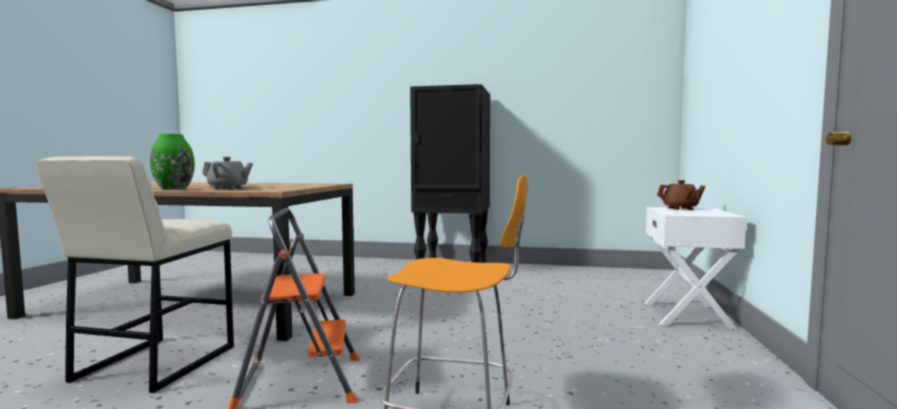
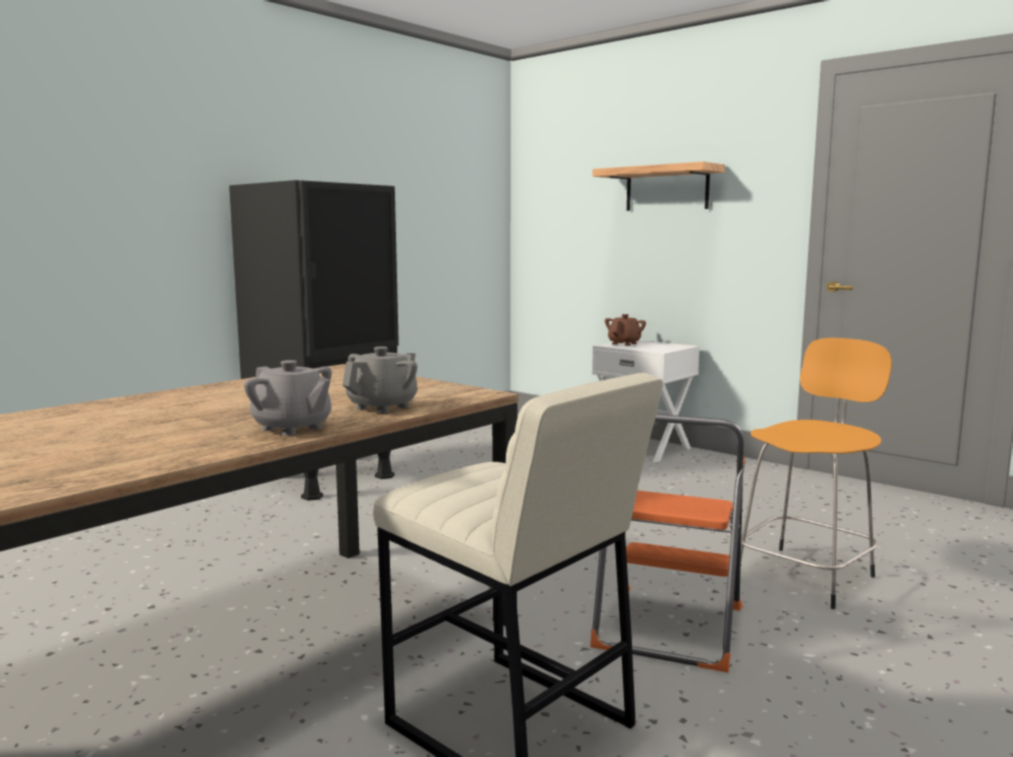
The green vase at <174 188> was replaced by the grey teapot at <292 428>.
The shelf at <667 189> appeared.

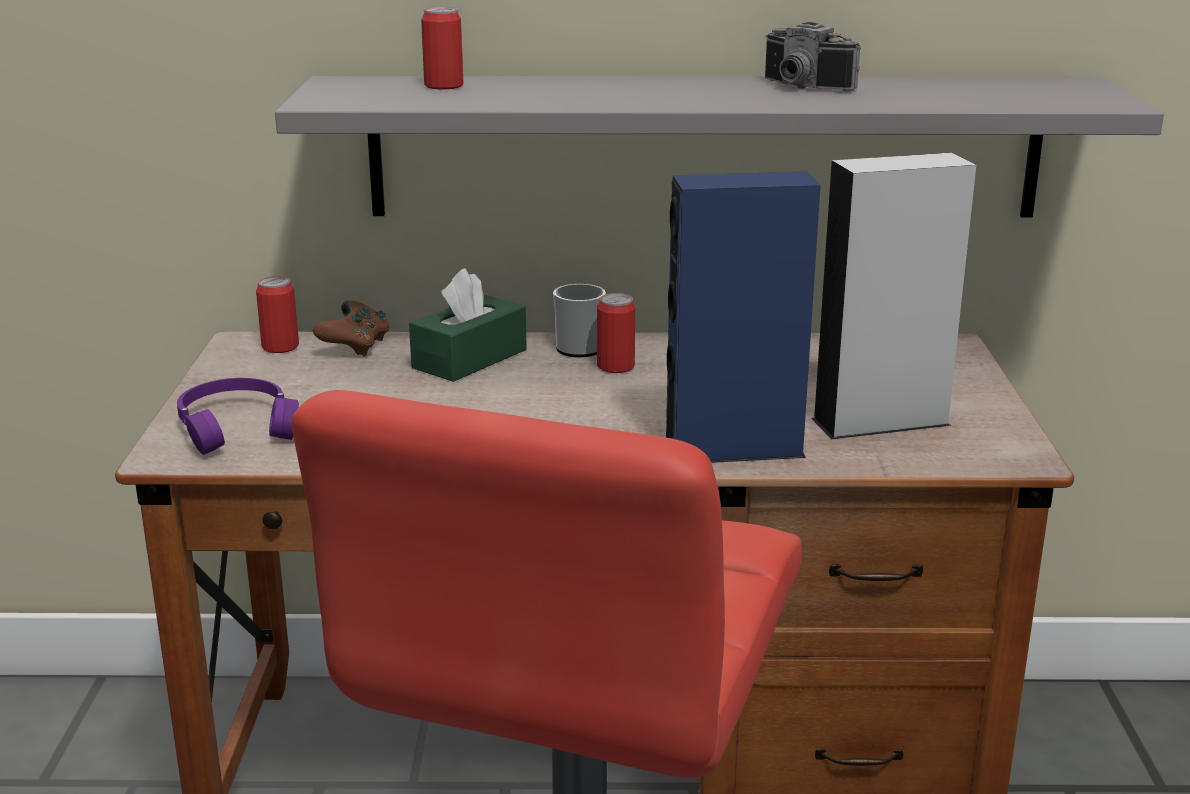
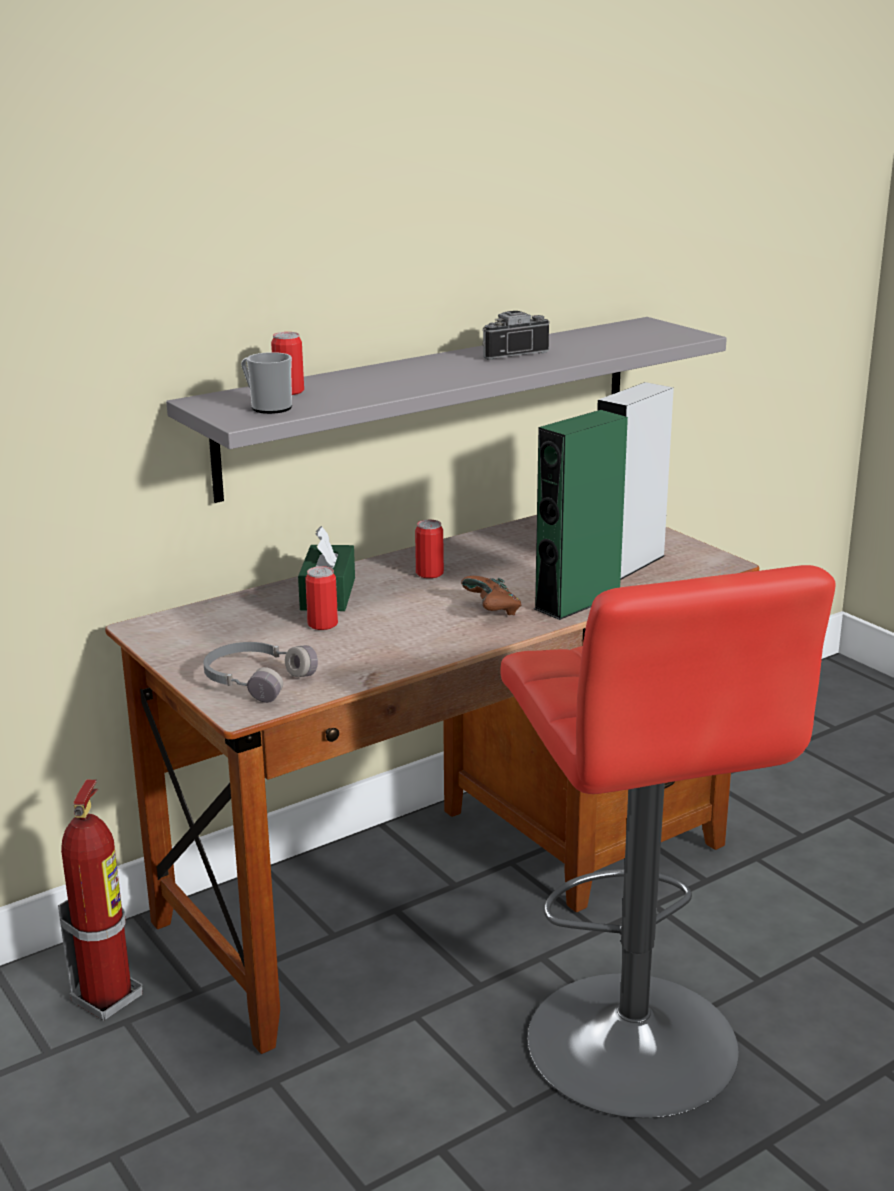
The fire extinguisher at <108 997> appeared.
The purple headphones at <238 427> became the grey headphones at <256 680>.
The mug moved from <576 347> to <267 407>.
The can moved from <280 347> to <322 624>.
The brown game controller moved from <355 347> to <493 610>.
The photo camera at <801 87> turned 150 degrees clockwise.
The blue speaker at <733 449> became the green speaker at <577 601>.

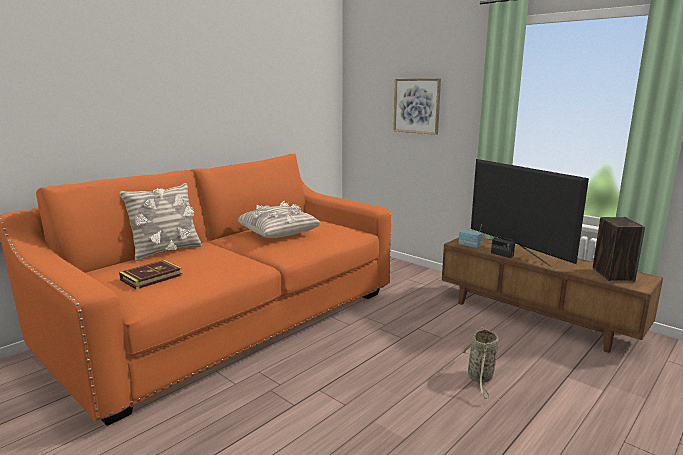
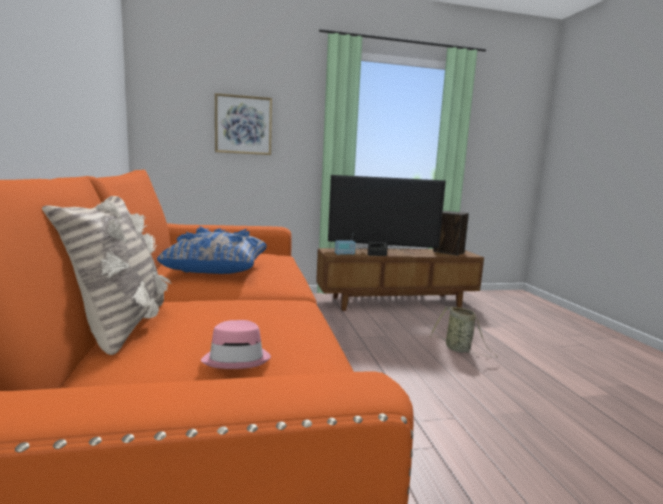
The beige pillow at <278 234> became the blue pillow at <217 270>.
The book at <151 277> was replaced by the pink hat at <237 358>.

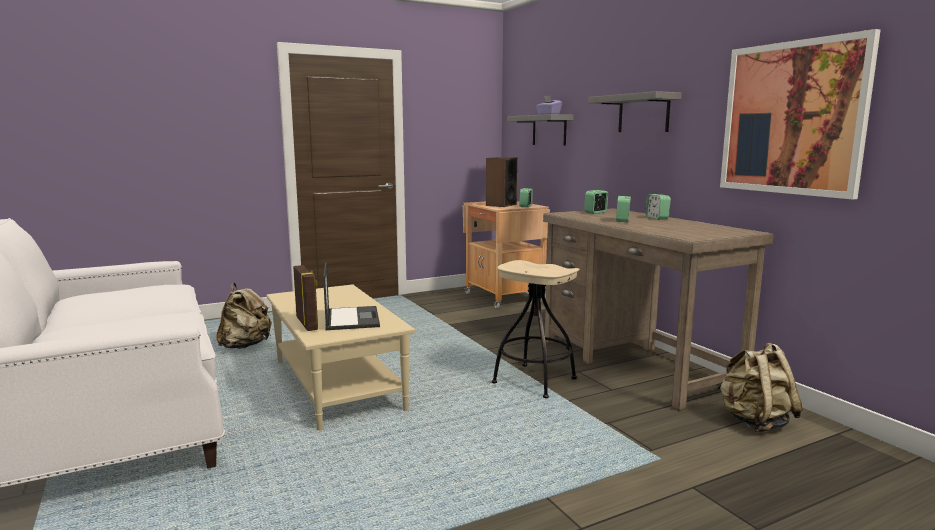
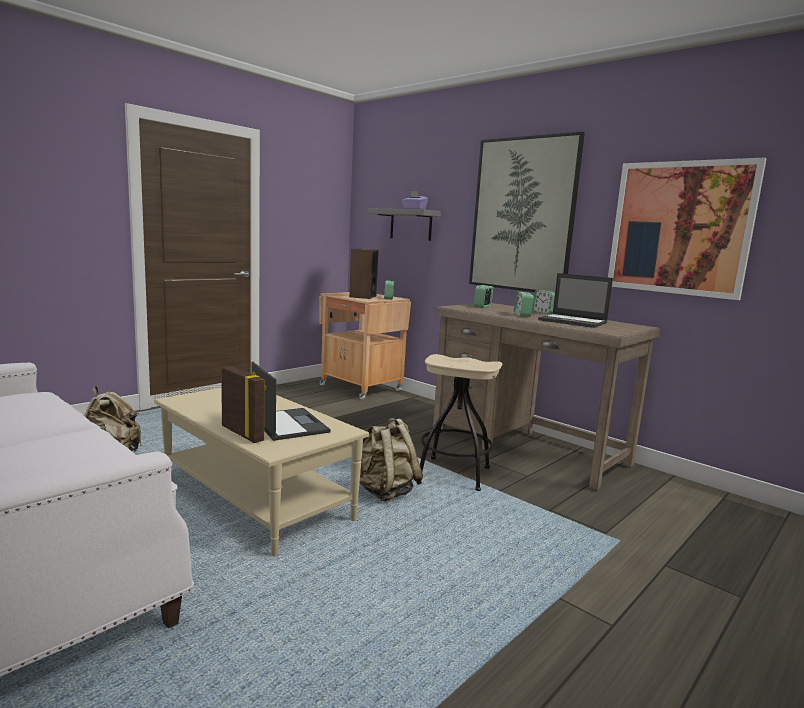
The beige backpack moved from <755 422> to <384 492>.
The grey shelf at <643 113> was replaced by the picture at <522 215>.
The laptop at <573 321> appeared.

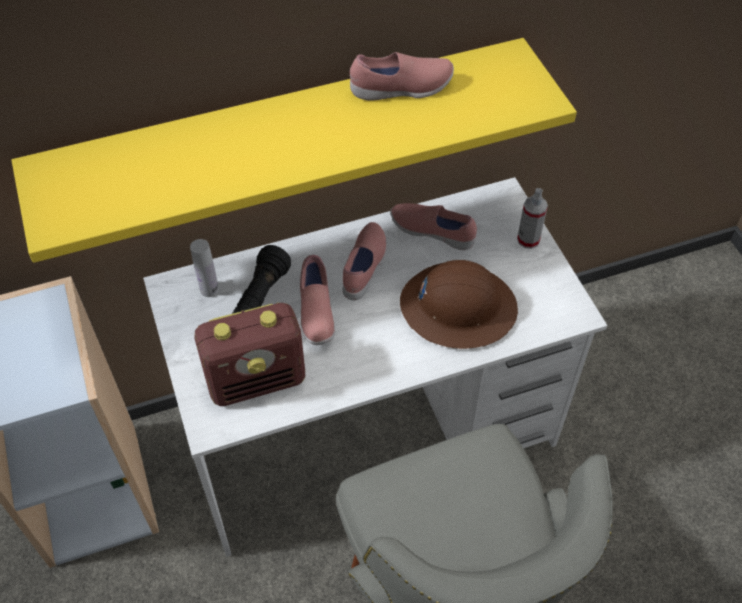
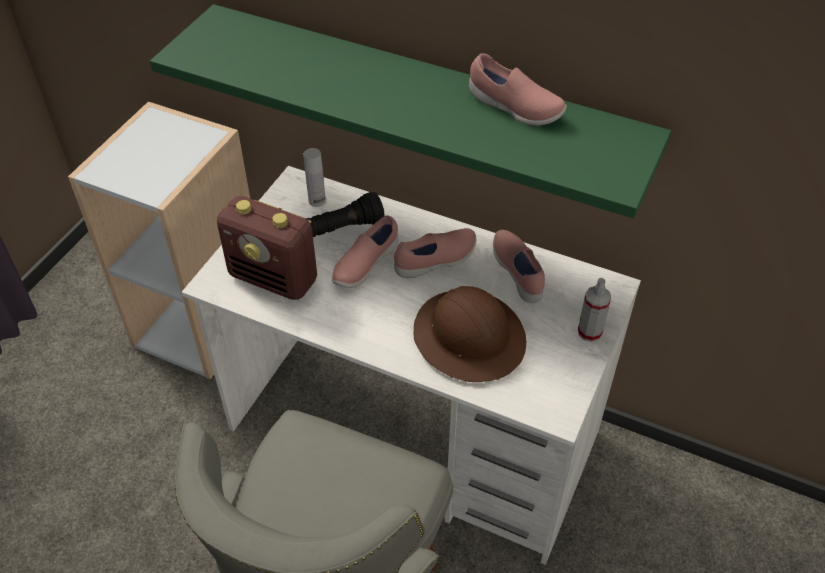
The yellow shelf at <285 131> became the green shelf at <424 100>.

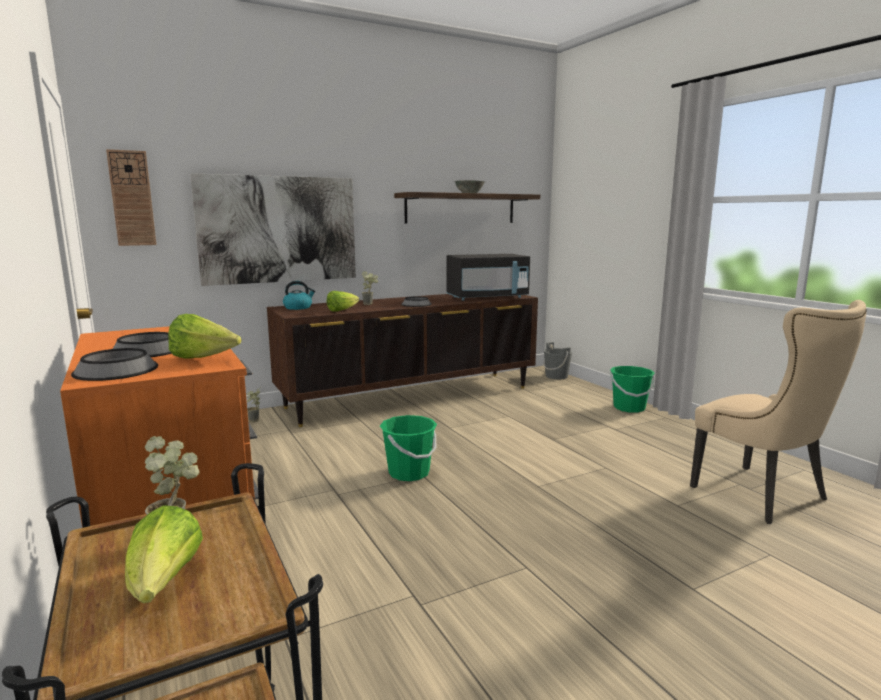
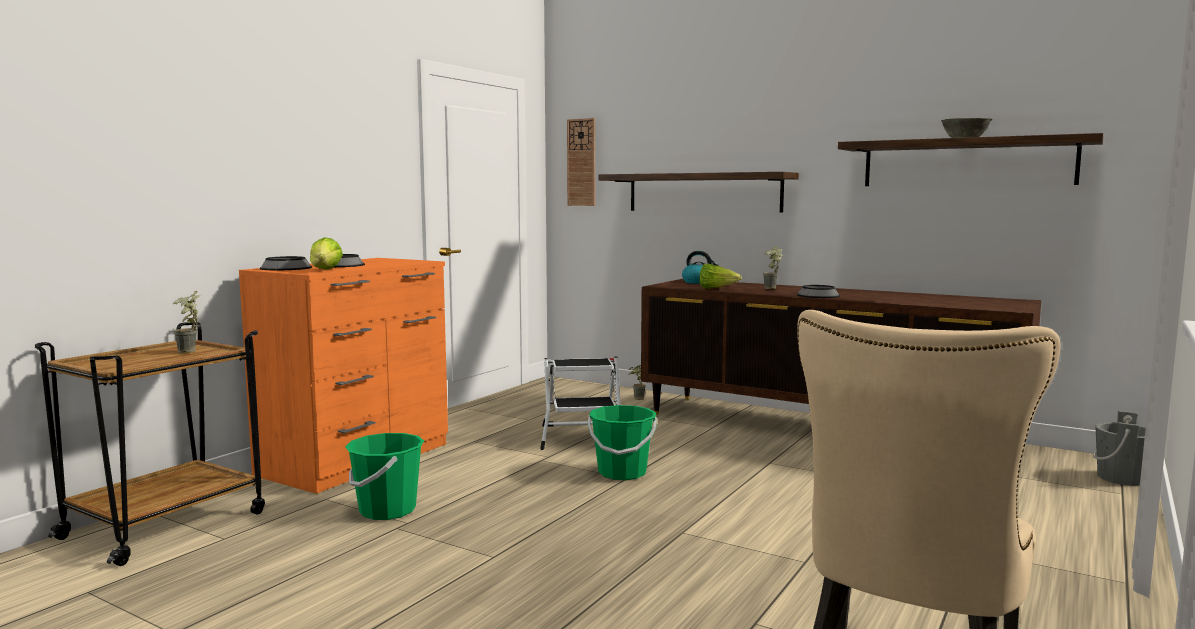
The green bucket moved from <629 408> to <387 510>.
The step ladder at <582 436> appeared.
The picture at <279 229> was replaced by the shelf at <703 192>.
The lettuce at <164 584> disappeared.
The black microwave at <487 298> disappeared.

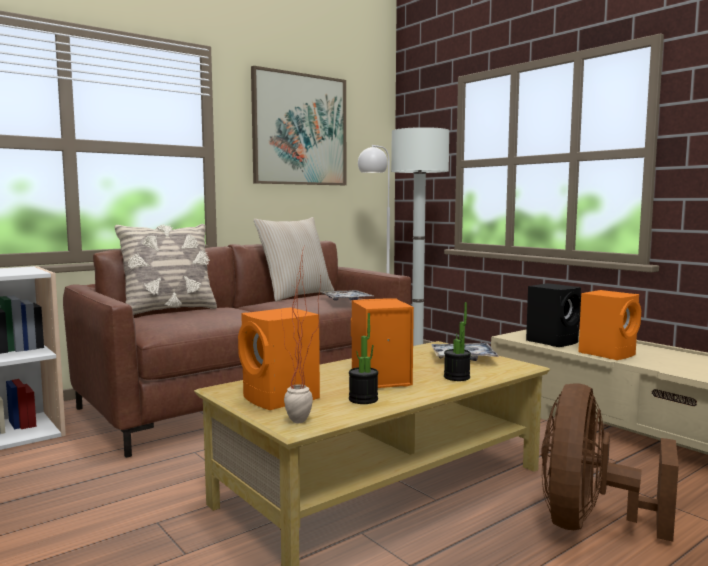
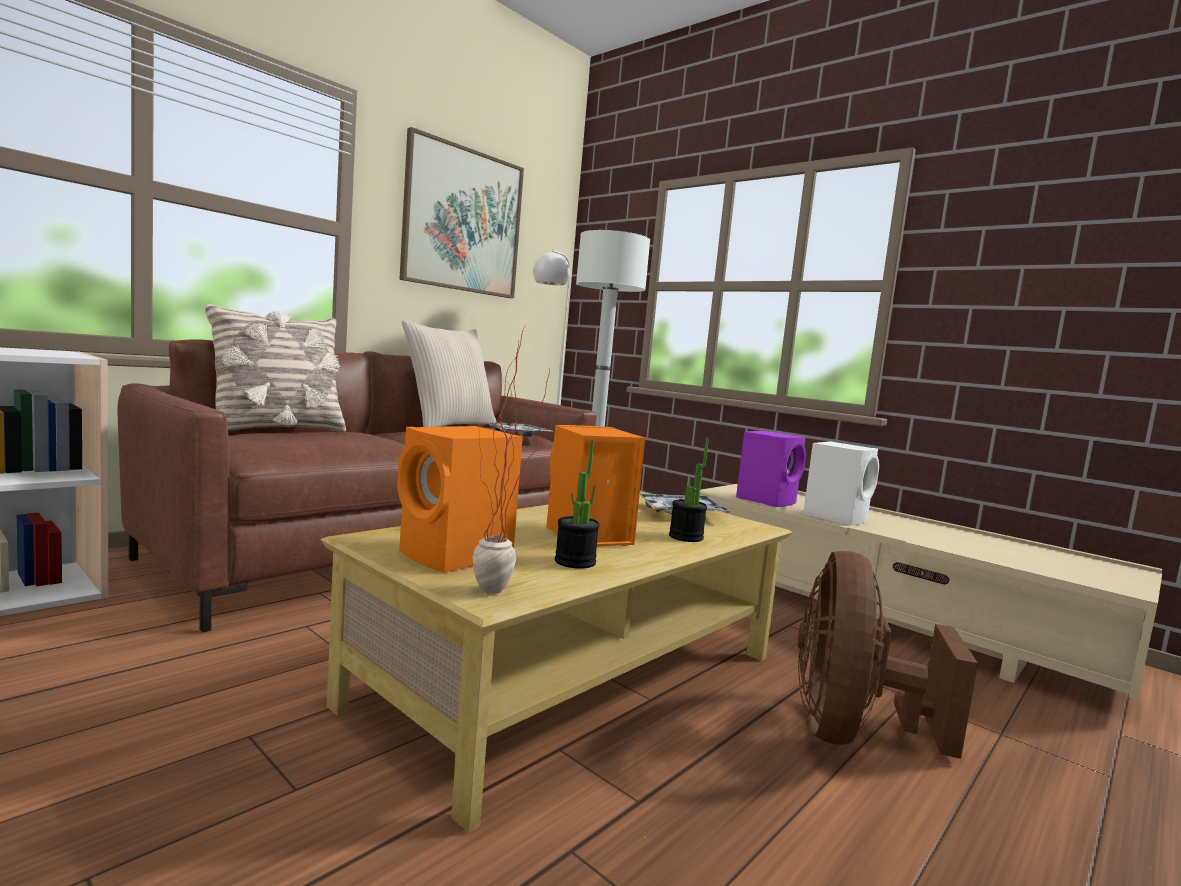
The black speaker at <553 341> became the purple speaker at <767 500>.
The orange speaker at <608 353> became the white speaker at <837 517>.

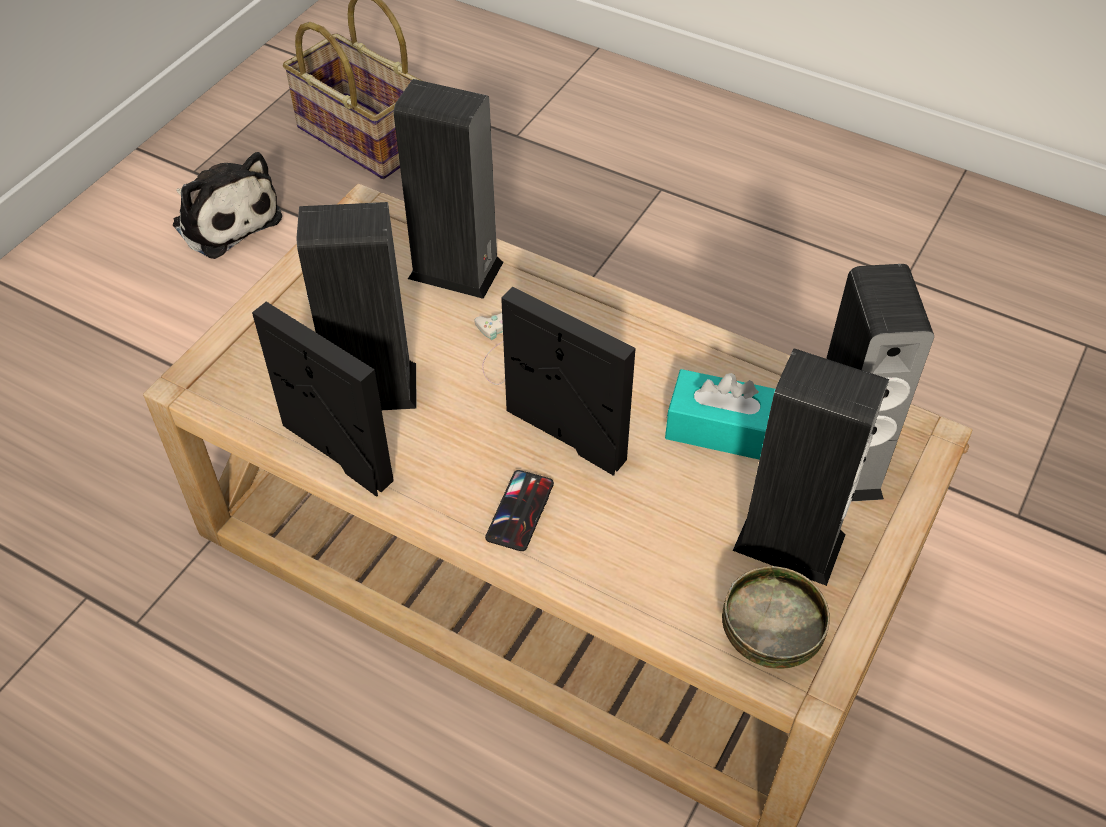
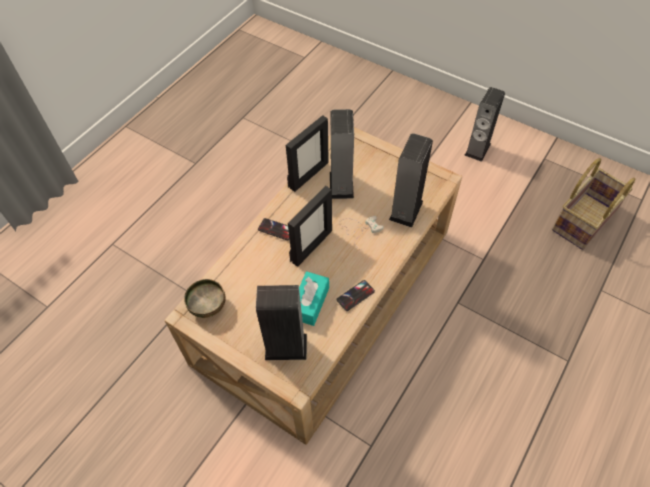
The phone at <355 295> appeared.
The speaker moved from <789 542> to <477 149>.
The plush toy at <225 219> disappeared.

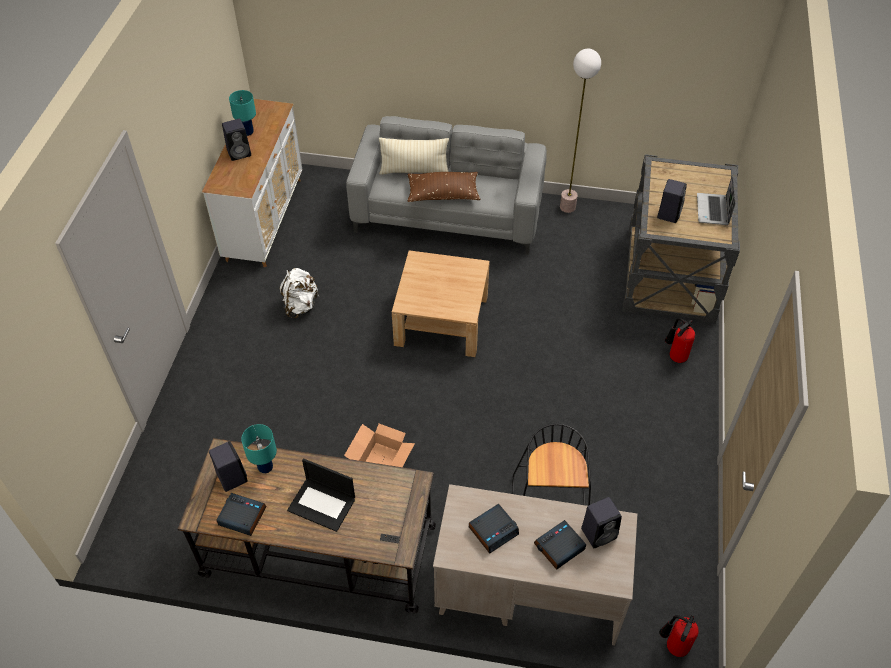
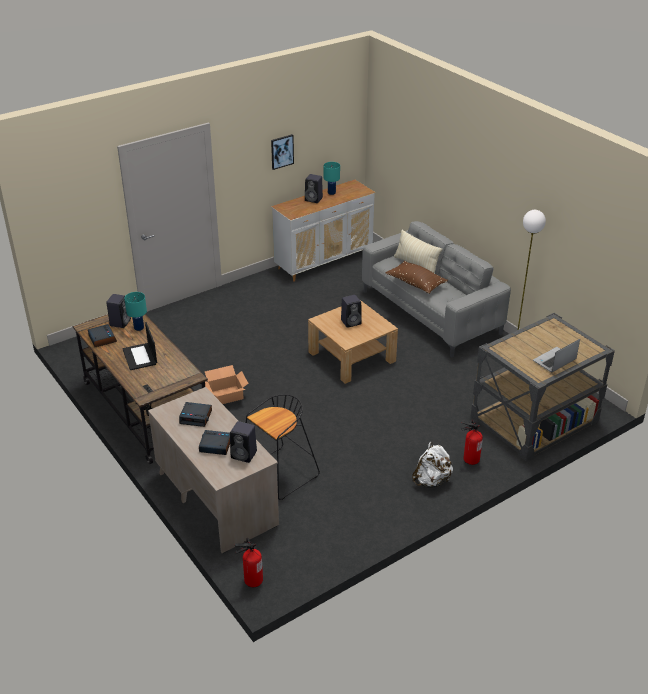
The picture at <282 151> appeared.
The black speaker moved from <669 213> to <351 322>.
The white backpack moved from <300 306> to <431 481>.

